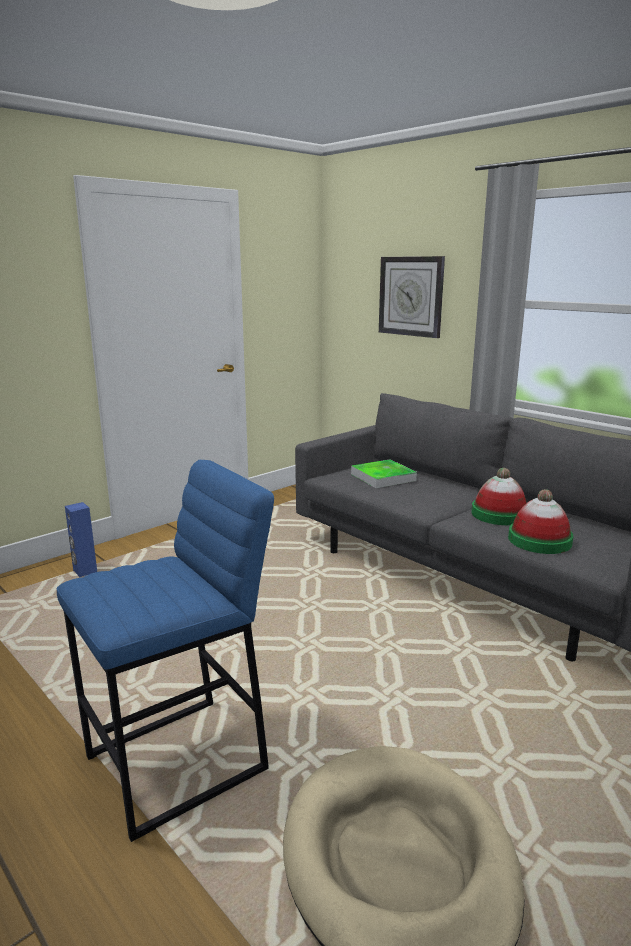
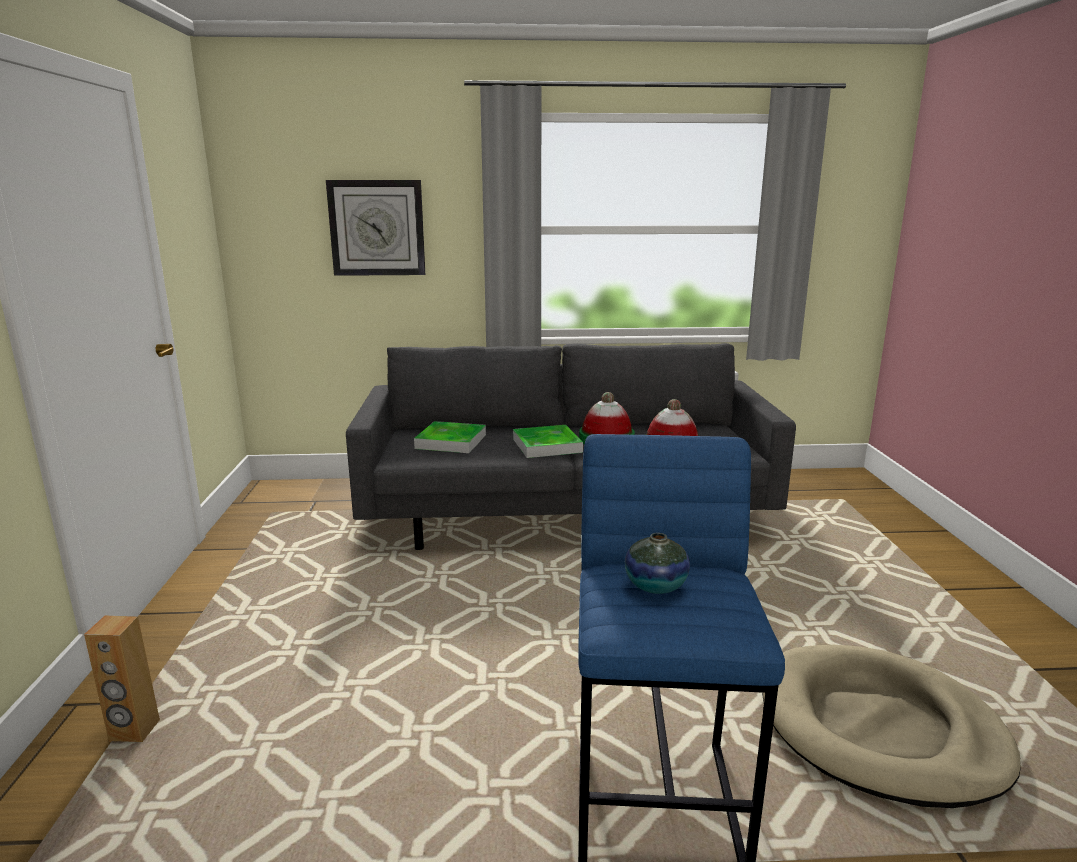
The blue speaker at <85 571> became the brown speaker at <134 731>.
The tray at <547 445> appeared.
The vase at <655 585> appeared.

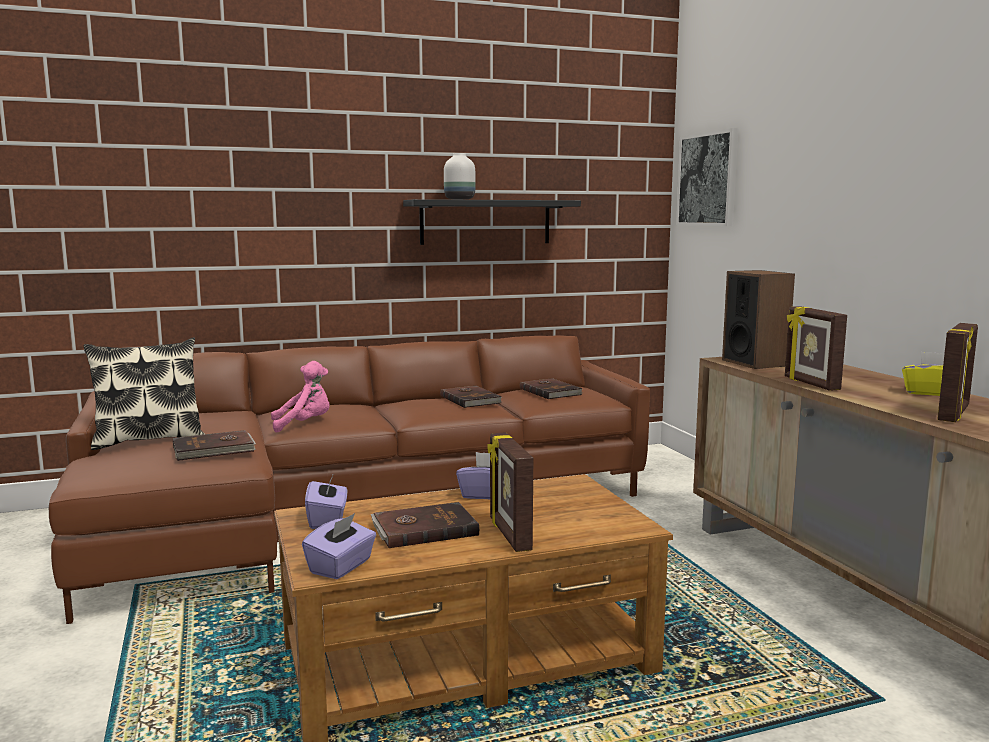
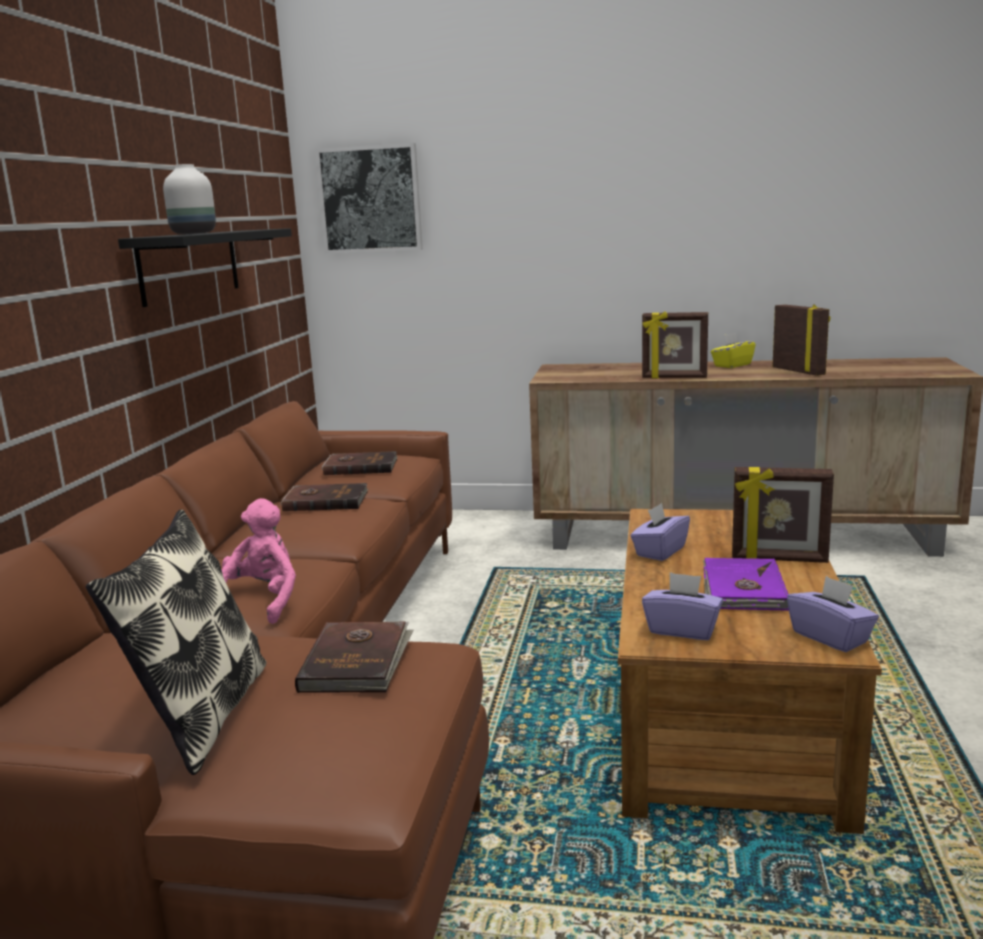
The brown book at <424 529> became the purple book at <742 589>.
The speaker at <754 363> disappeared.

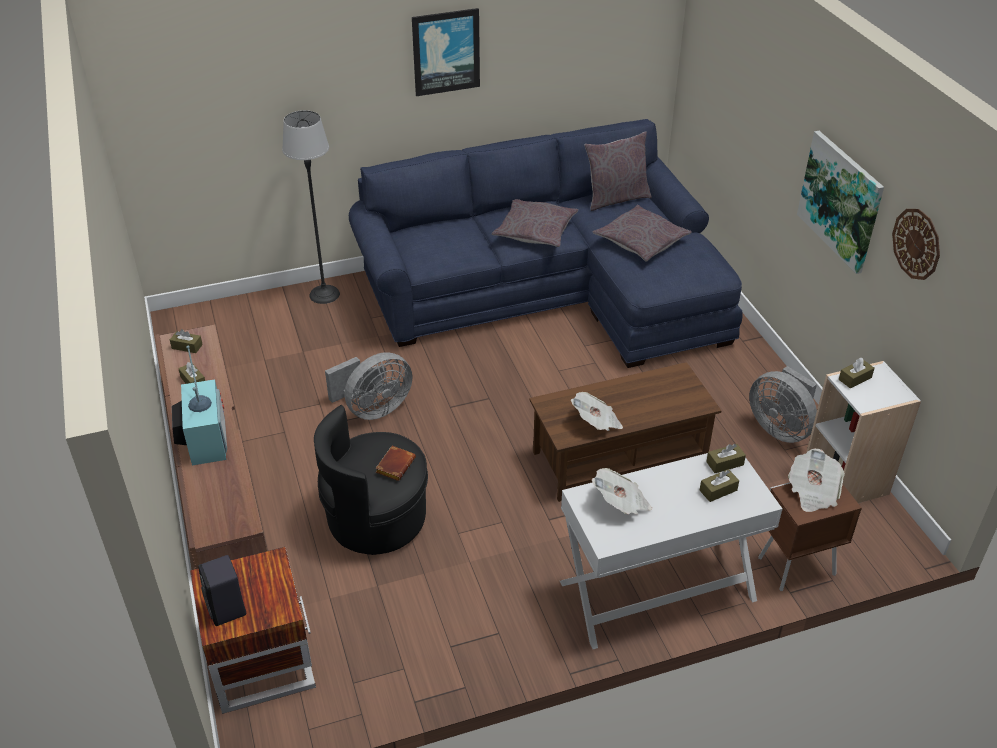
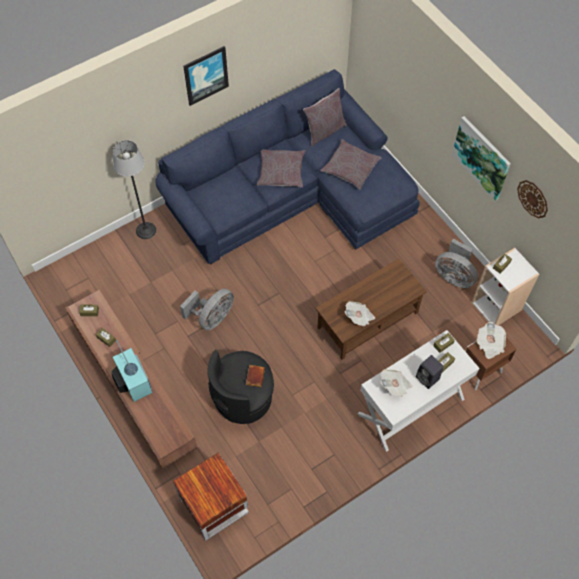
The black speaker moved from <227 609> to <428 378>.

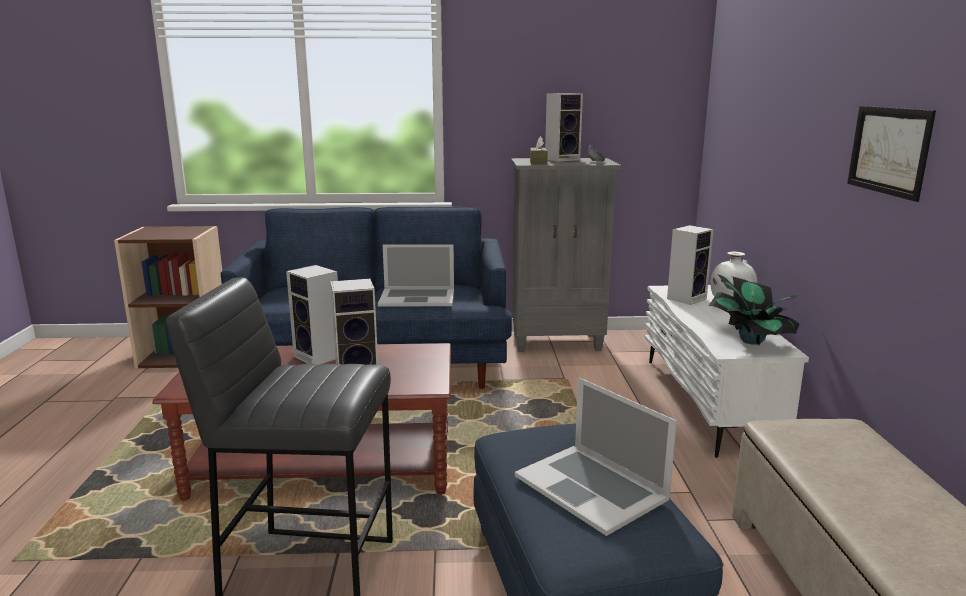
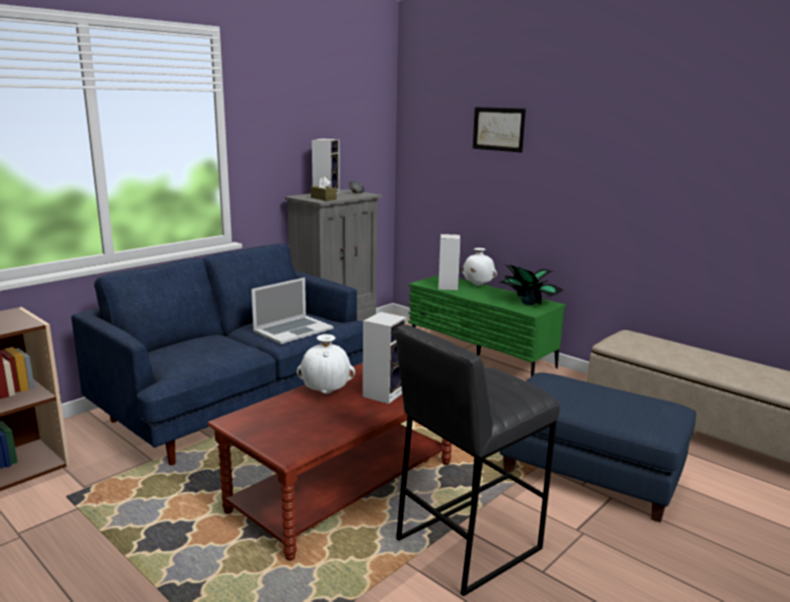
The speaker at <320 357> was replaced by the white vase at <326 392>.
The white tv stand at <707 403> became the green tv stand at <480 354>.
The picture moved from <889 150> to <498 129>.
The laptop at <591 487> disappeared.

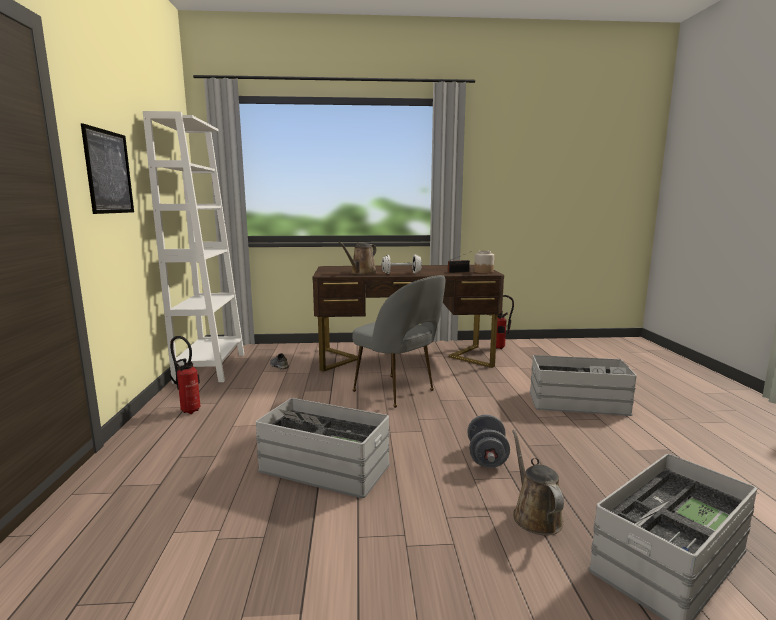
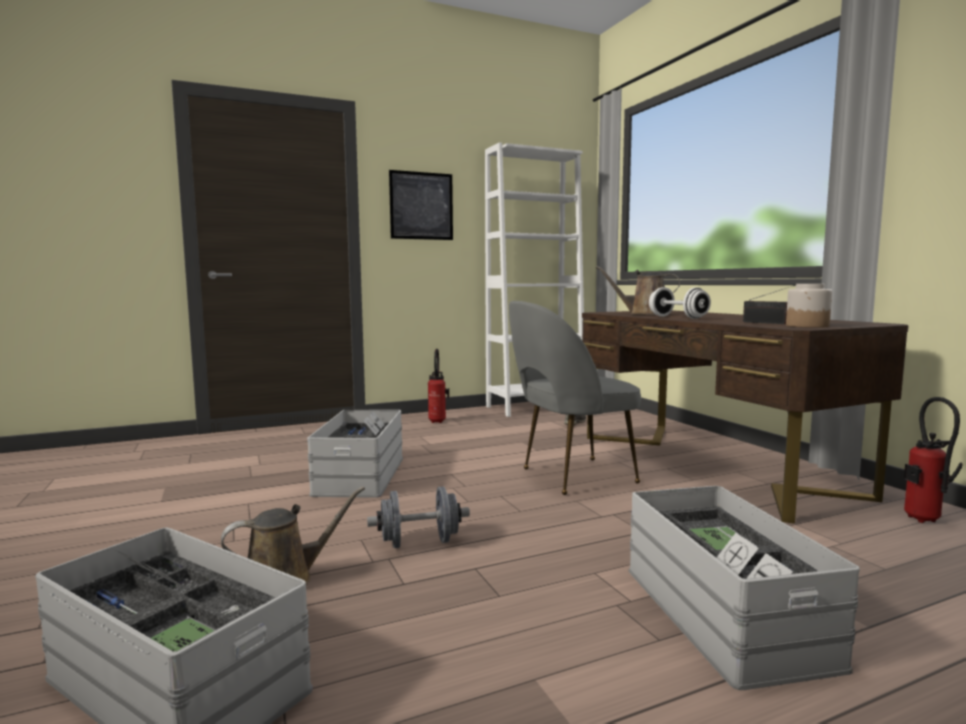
The grey chair at <398 393> turned 45 degrees clockwise.

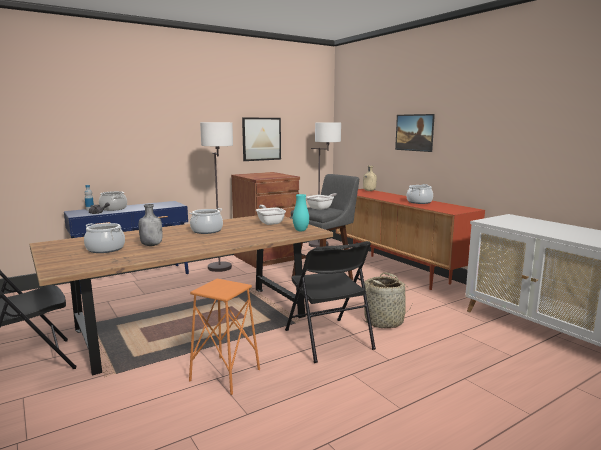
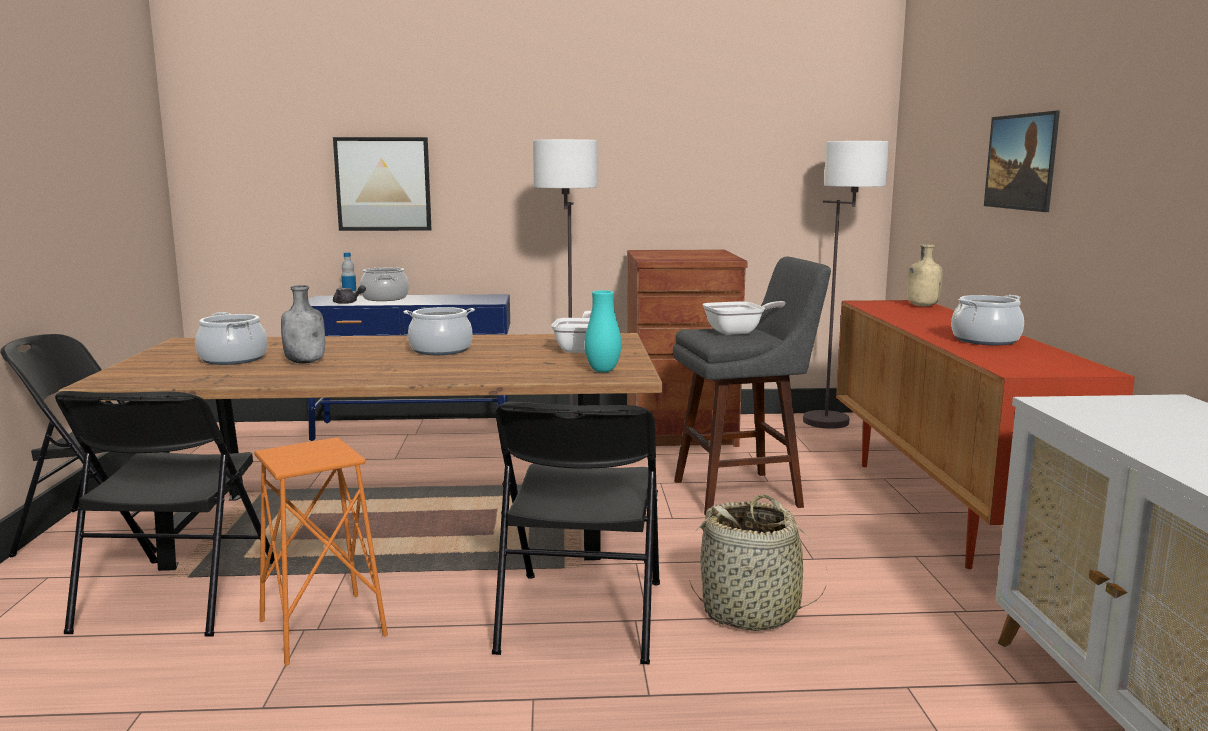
The black chair at <178 596> appeared.
The picture moved from <261 139> to <383 184>.

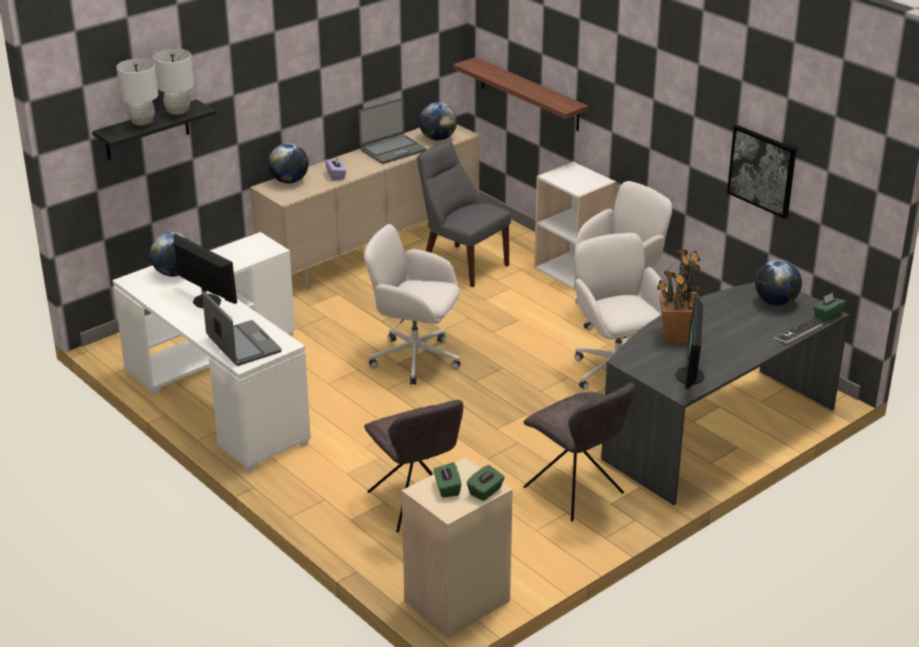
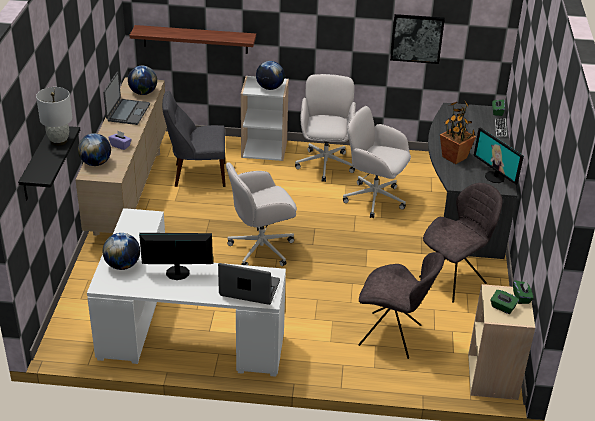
The globe moved from <775 302> to <270 88>.
The grey chair at <576 492> turned 45 degrees counterclockwise.
The white table lamp at <142 124> disappeared.

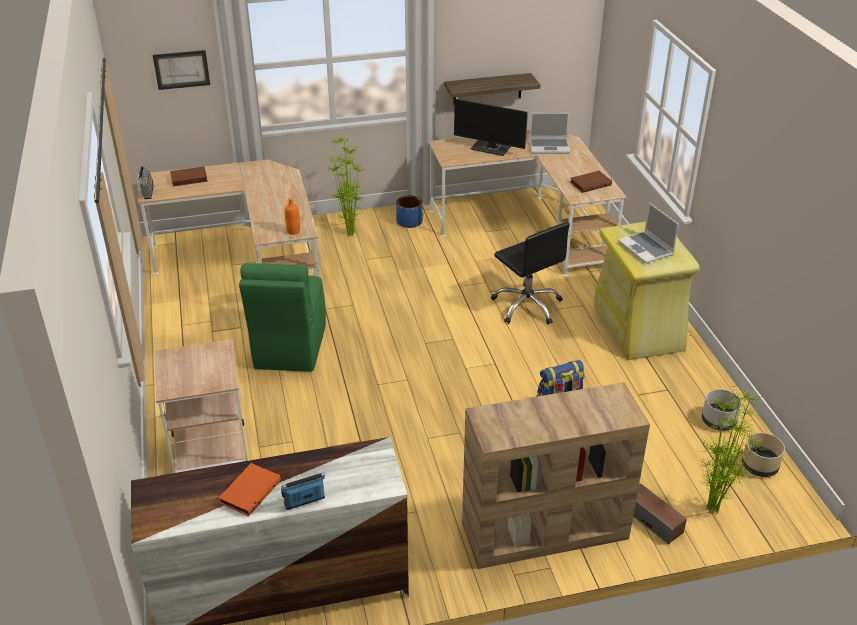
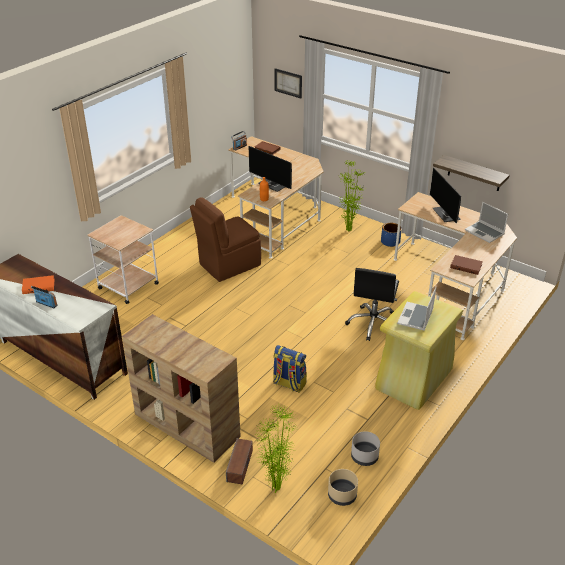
The green chair at <289 348> became the brown chair at <228 265>.
The monitor at <273 185> appeared.

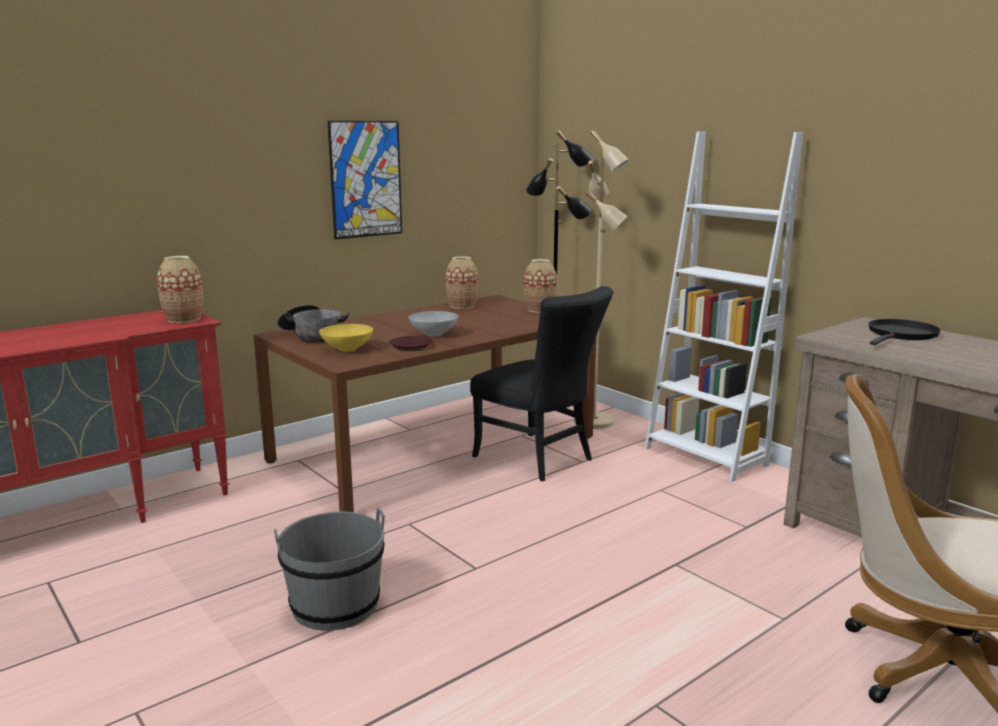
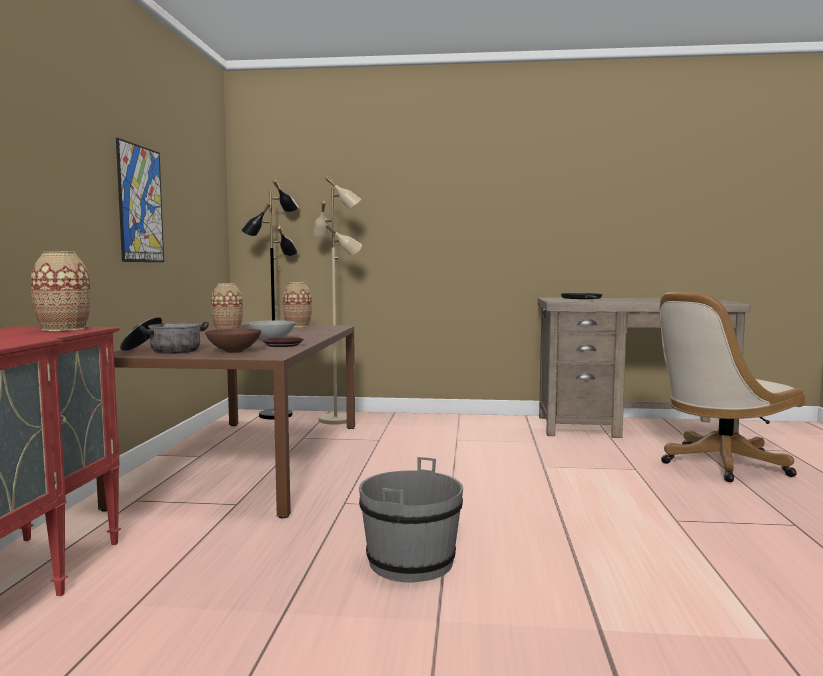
The yellow bowl at <347 349> became the brown bowl at <234 351>.
The black chair at <539 459> disappeared.
The white bookcase at <705 456> disappeared.

